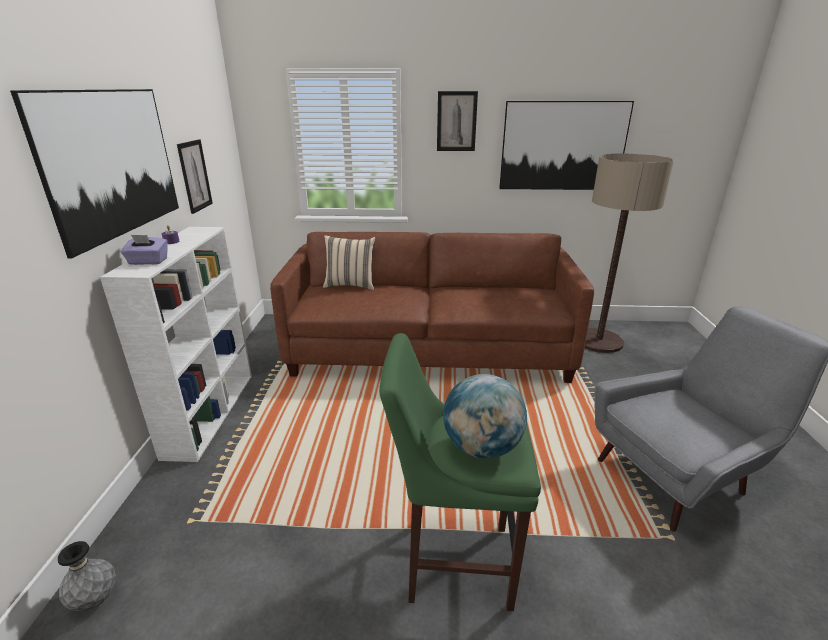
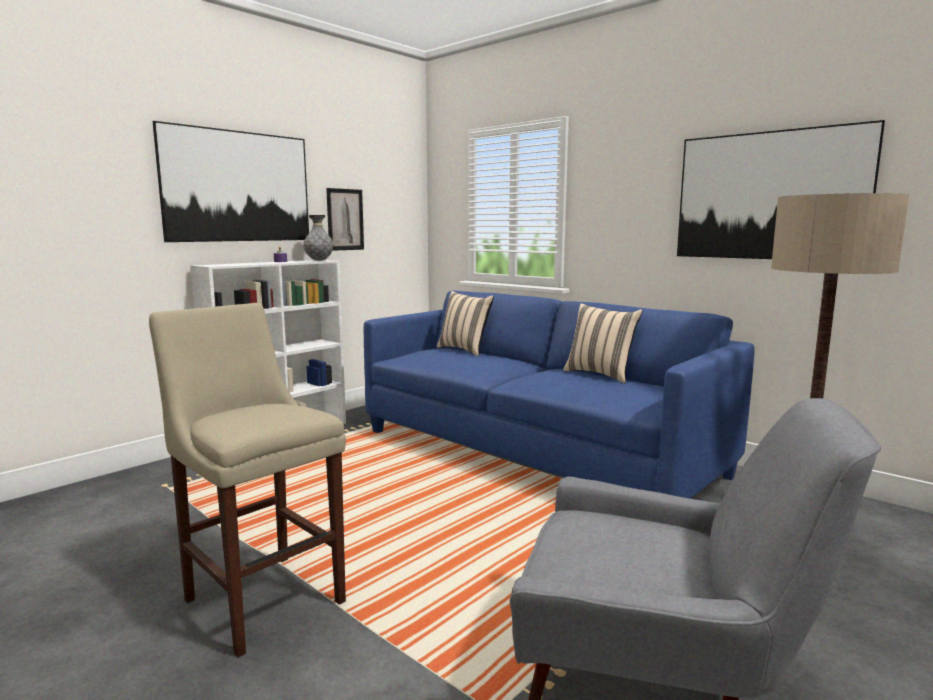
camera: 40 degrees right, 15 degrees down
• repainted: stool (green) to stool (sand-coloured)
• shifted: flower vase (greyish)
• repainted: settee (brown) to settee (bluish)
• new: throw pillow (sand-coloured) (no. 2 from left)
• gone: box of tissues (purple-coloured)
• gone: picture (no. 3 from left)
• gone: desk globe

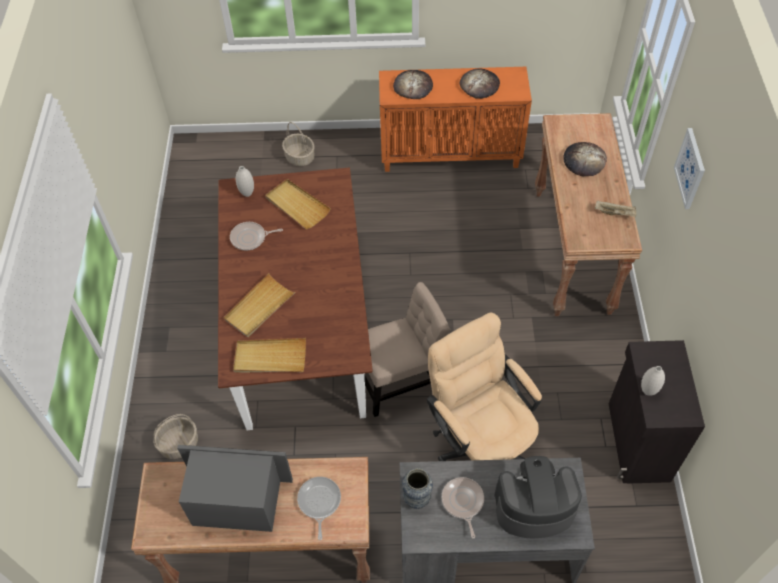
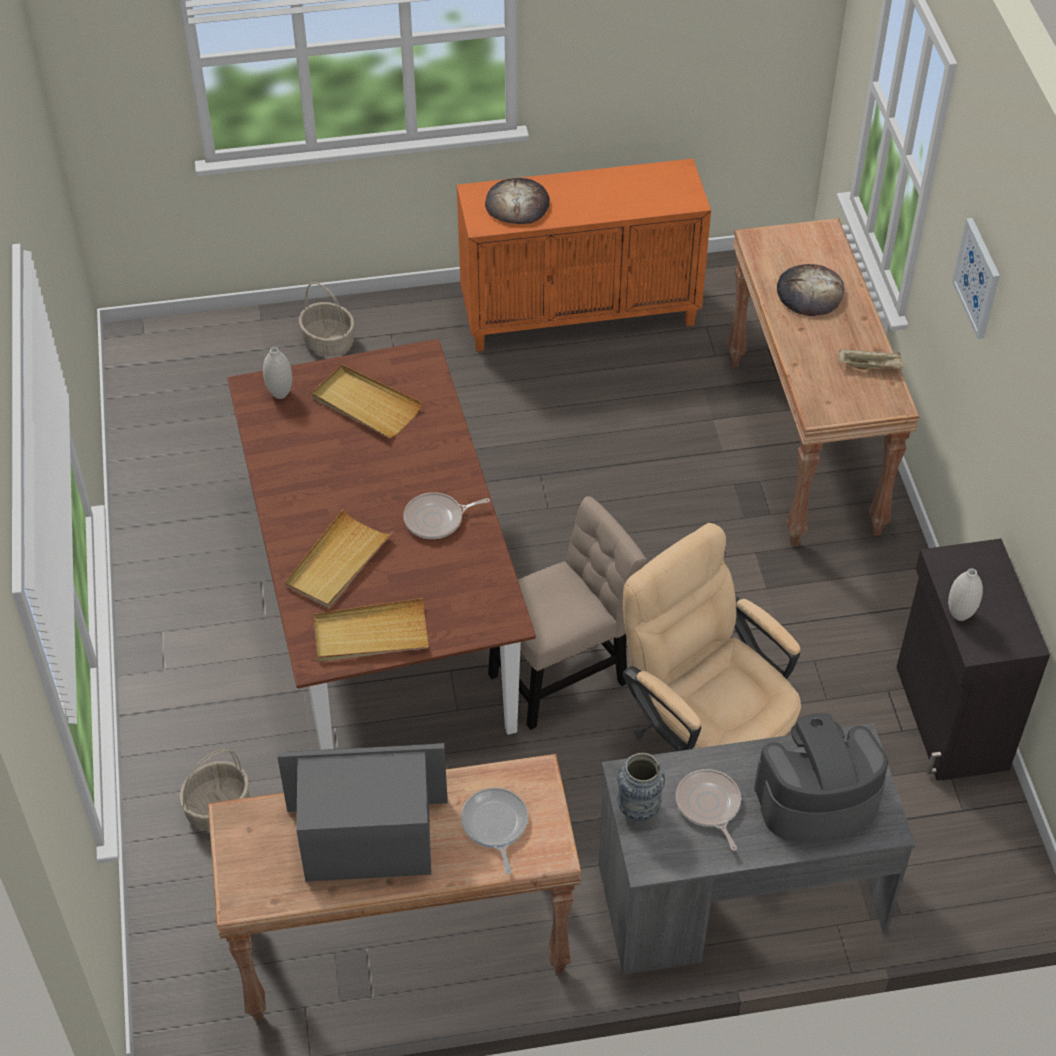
camera: 10 degrees left, 5 degrees down
• shifted: pan (no. 1 from left)
• gone: baked bread (no. 2 from left)

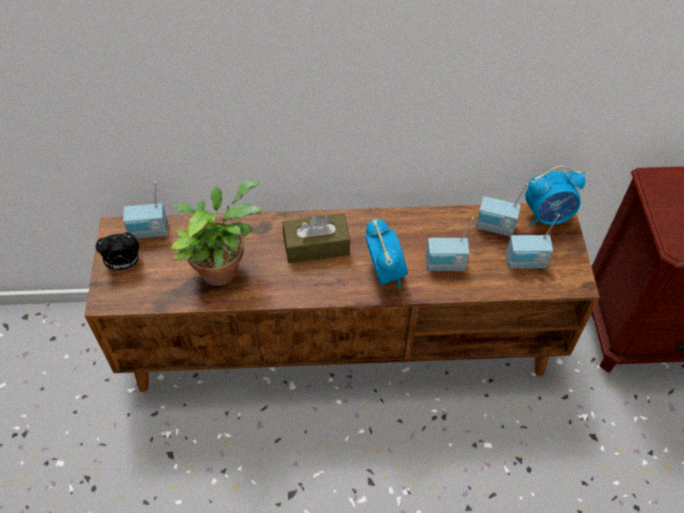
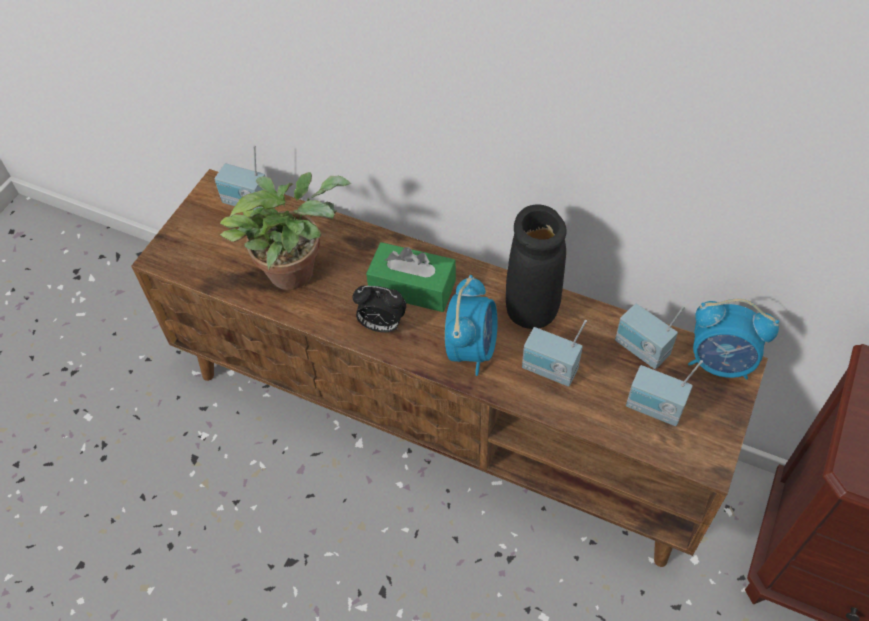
camera: 30 degrees right, 0 degrees up
• shifted: table clock (no. 1 from left)
• repainted: box of tissues (brown) to box of tissues (green)
• new: flower vase (black-coloured)

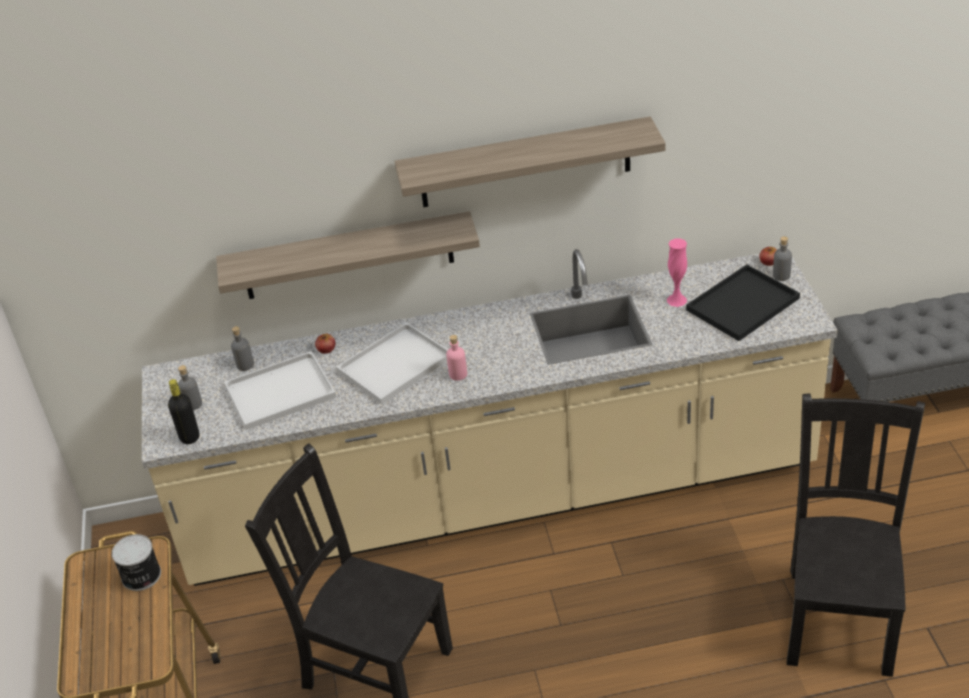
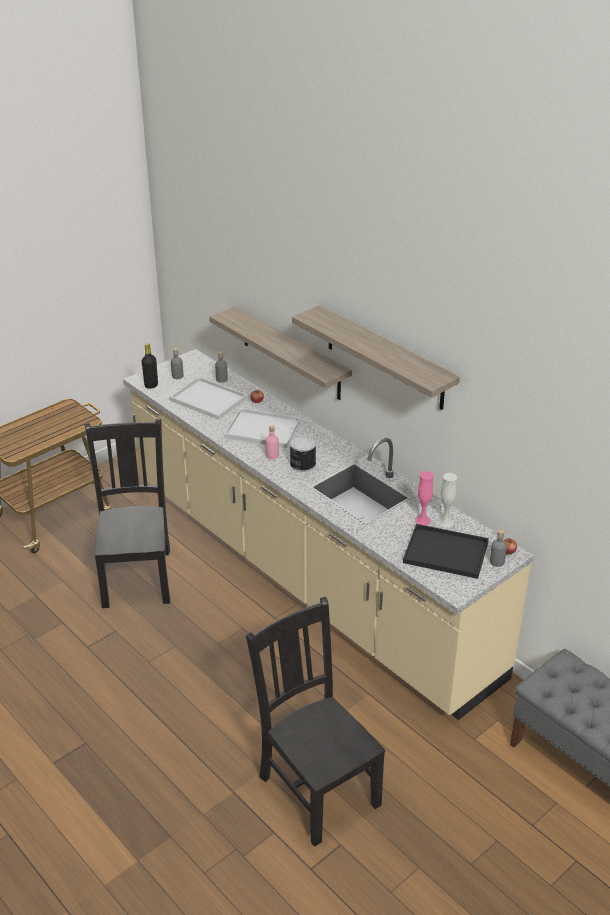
camera: 55 degrees right, 5 degrees down
• rotated: plain chair (black-coloured) (no. 2 from left) 105 degrees counterclockwise
• shifted: metal can
• new: flower vase (white-coloured)

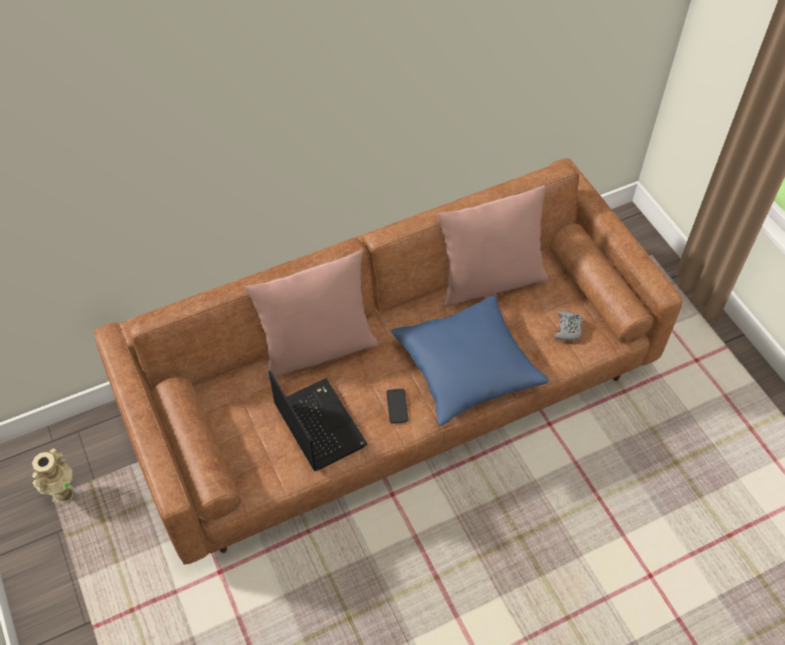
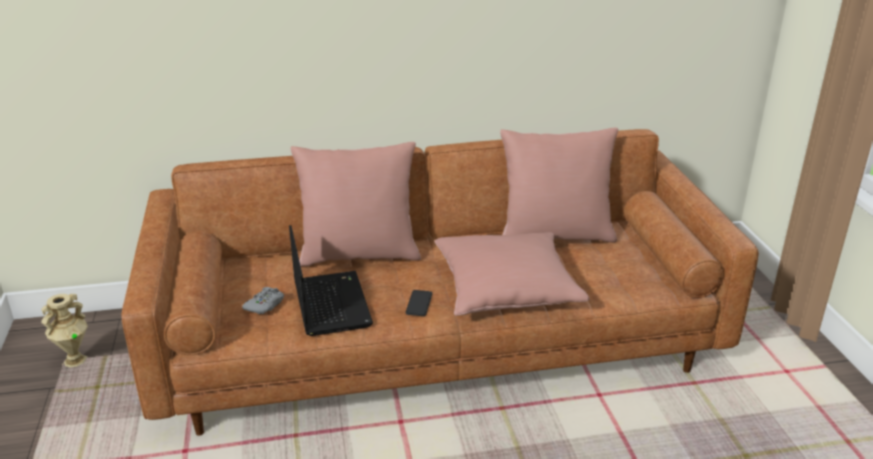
camera: 15 degrees right, 25 degrees down
• shifted: game controller (greyish)
• repainted: throw pillow (bluish) to throw pillow (pinkish) (no. 2 from left)

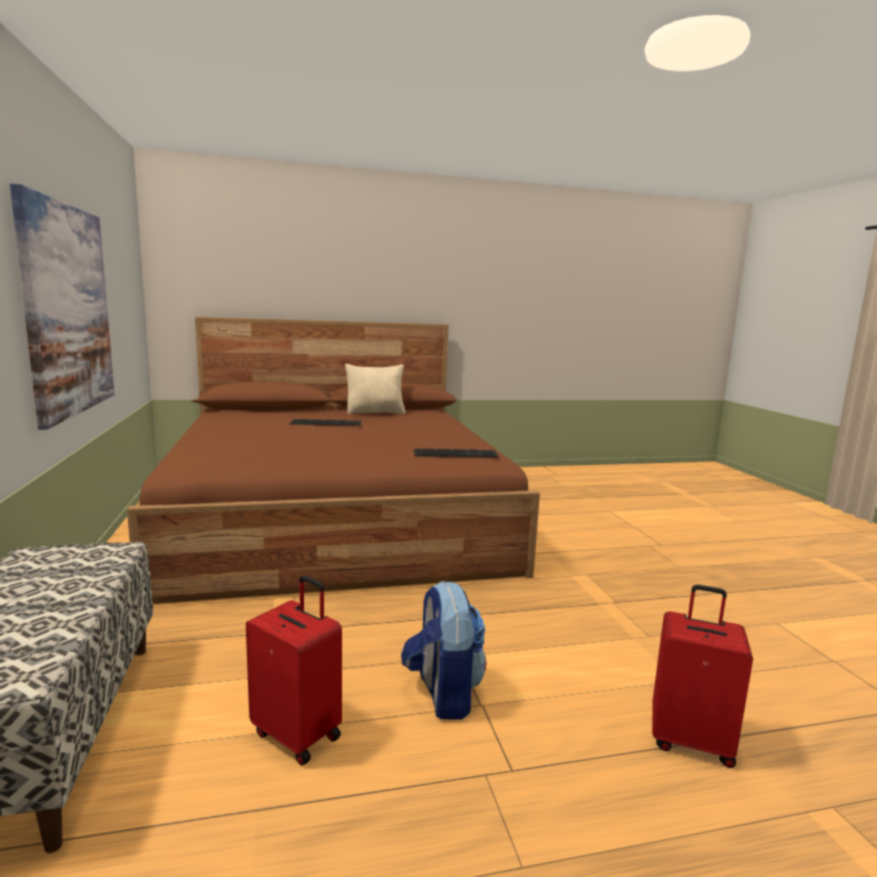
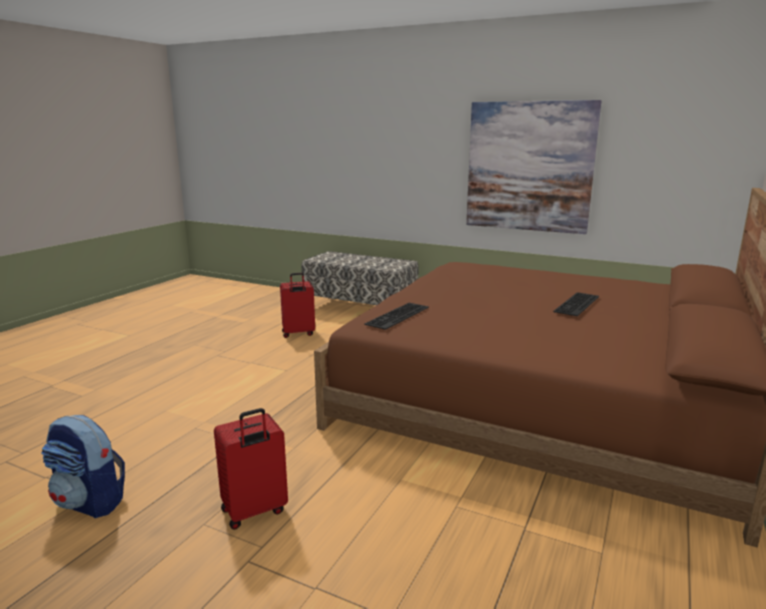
camera: 130 degrees right, 5 degrees up
• shifted: backpack
• shifted: piece of luggage (reddish) (no. 2 from left in the first image) to piece of luggage (reddish) (no. 1 from left)
• gone: throw pillow (sand-coloured)

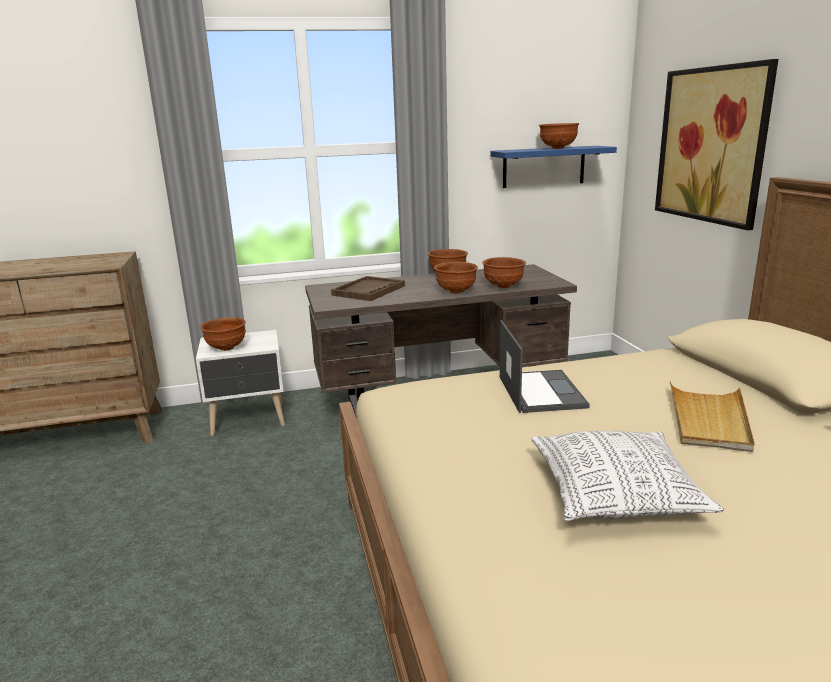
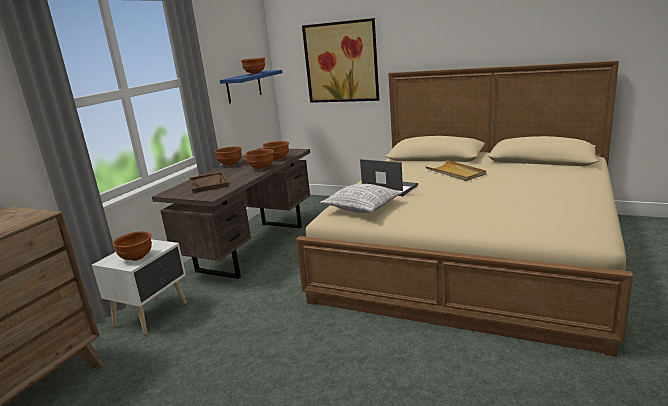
camera: 50 degrees left, 0 degrees up
• shifted: throw pillow

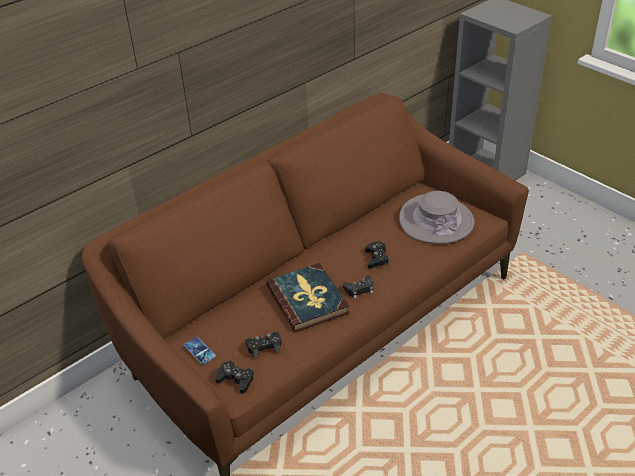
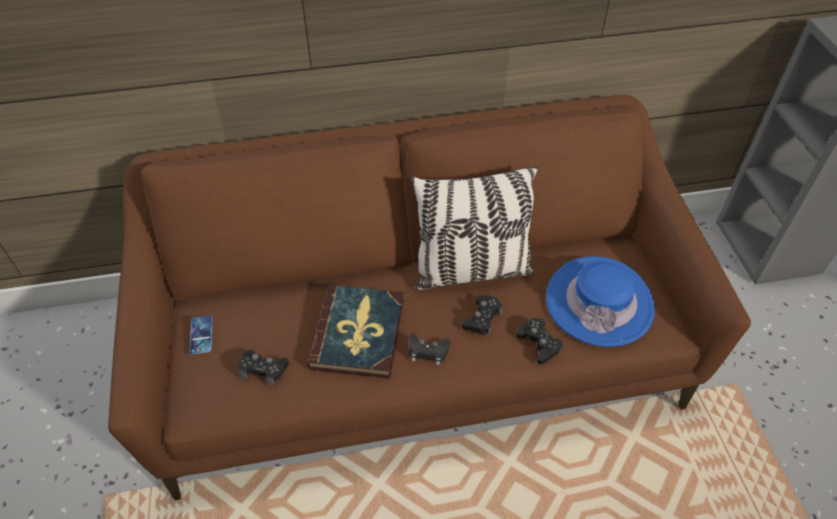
camera: 30 degrees right, 10 degrees up
• new: throw pillow
• shifted: game controller (black-coloured) (no. 1 from left in the first image) to game controller (black-coloured) (no. 4 from left)
• repainted: hat (greyish) to hat (bluish)

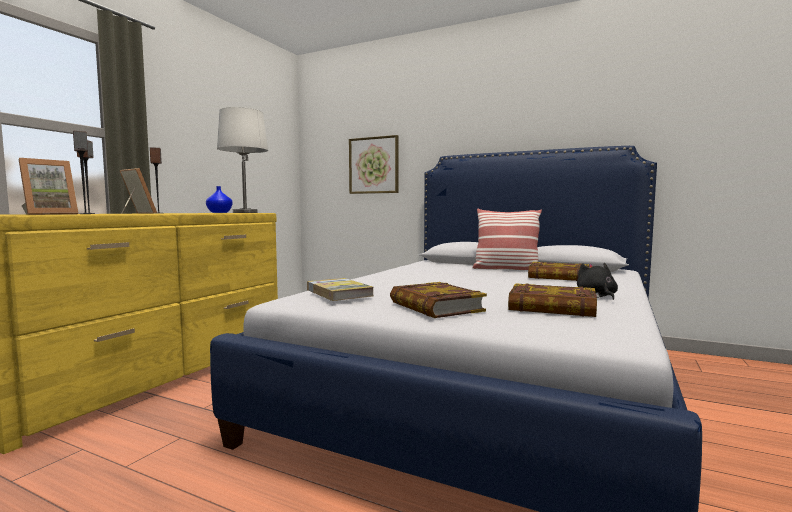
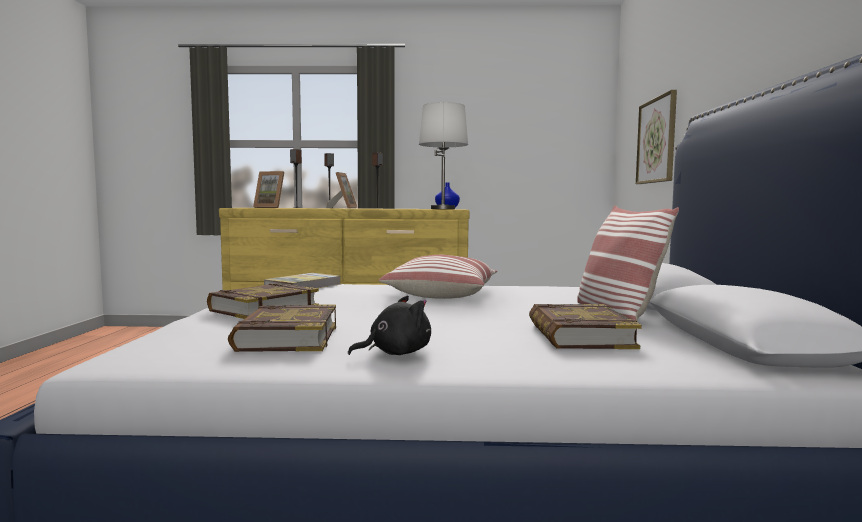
camera: 65 degrees right, 0 degrees up
• new: throw pillow (no. 1 from left)

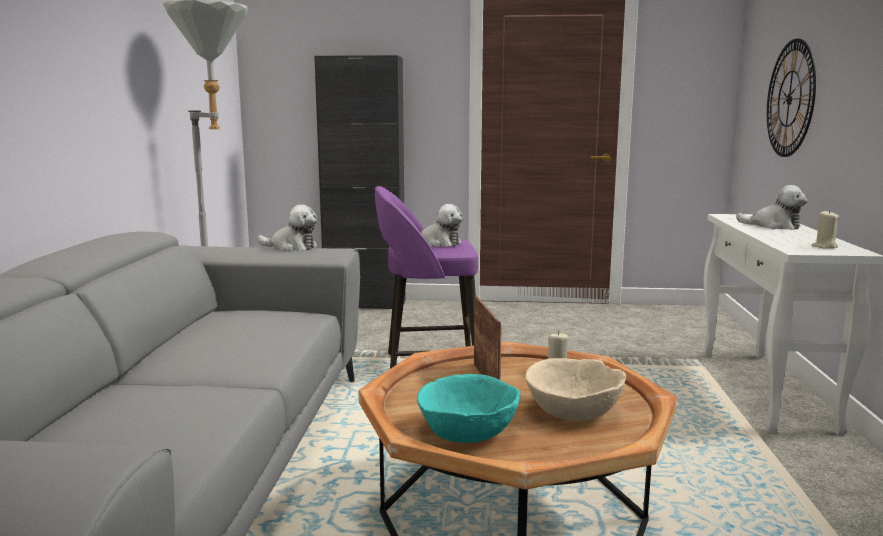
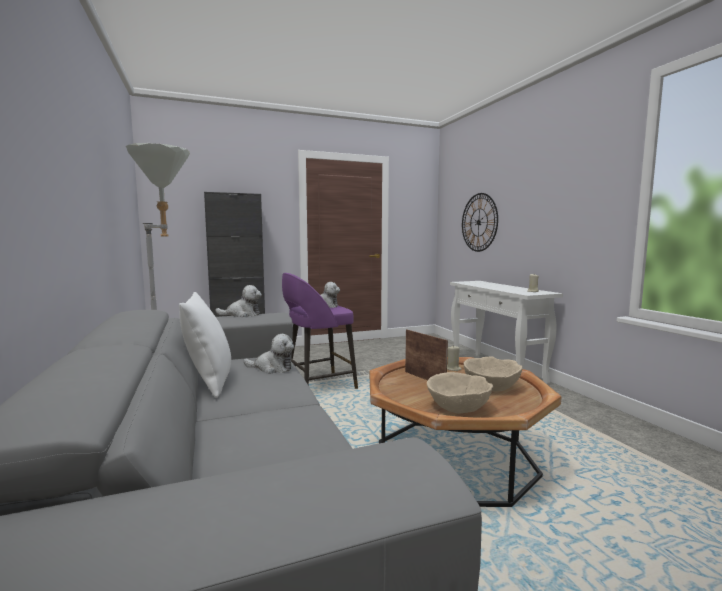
camera: 25 degrees left, 5 degrees down
• new: throw pillow (white-coloured)
• shifted: cuddly toy (no. 3 from left in the first image) to cuddly toy (no. 2 from left)
• repainted: deep dish (turquoise-coloured) to deep dish (sand-coloured) (no. 1 from left)

